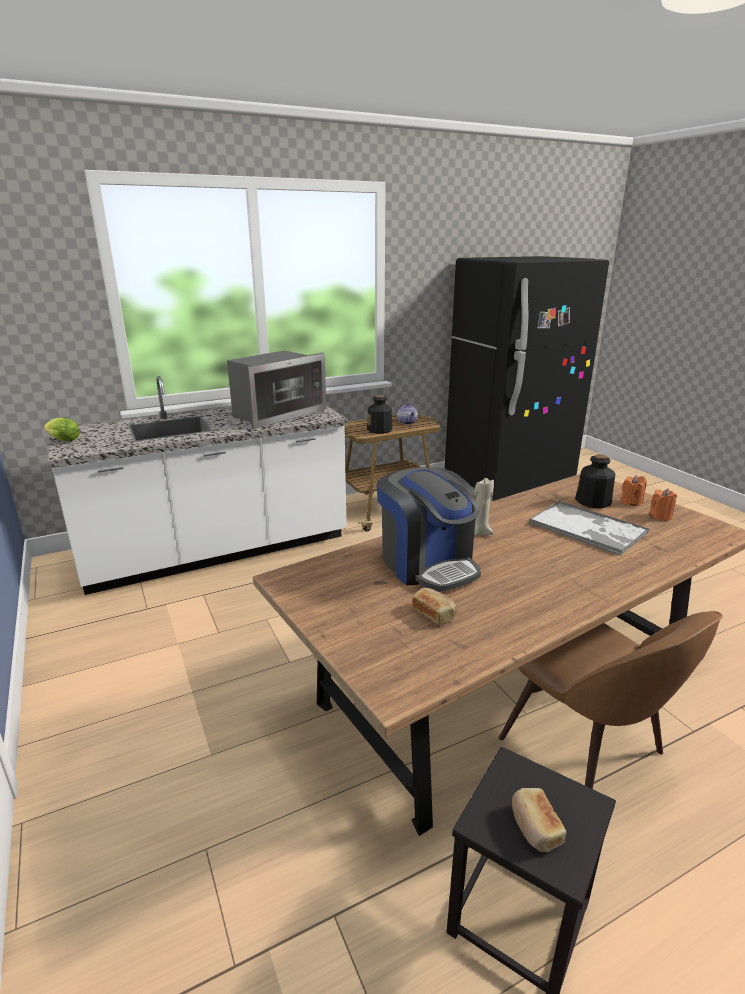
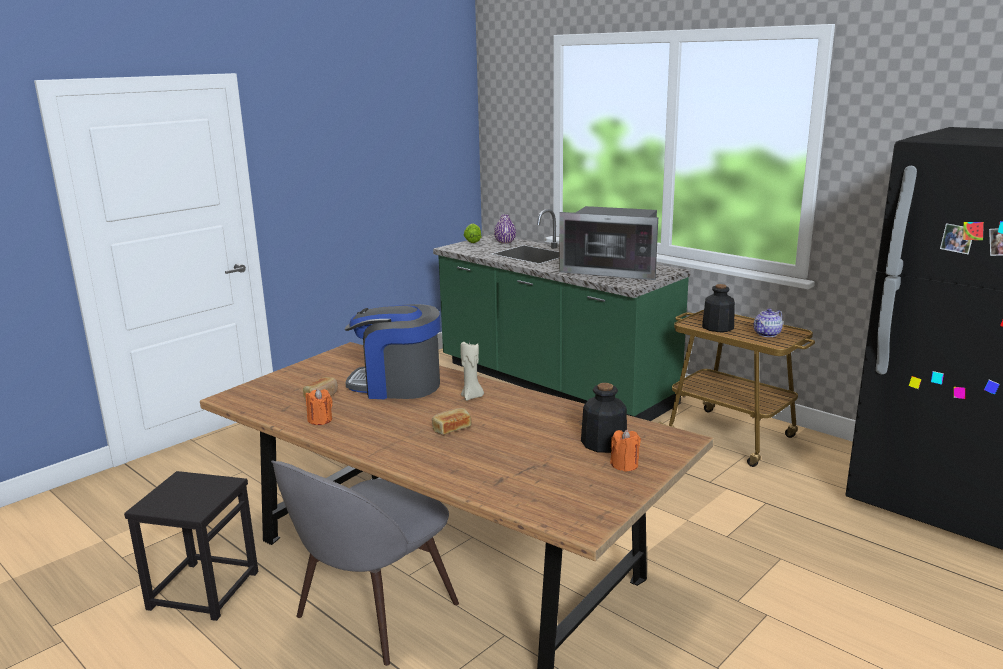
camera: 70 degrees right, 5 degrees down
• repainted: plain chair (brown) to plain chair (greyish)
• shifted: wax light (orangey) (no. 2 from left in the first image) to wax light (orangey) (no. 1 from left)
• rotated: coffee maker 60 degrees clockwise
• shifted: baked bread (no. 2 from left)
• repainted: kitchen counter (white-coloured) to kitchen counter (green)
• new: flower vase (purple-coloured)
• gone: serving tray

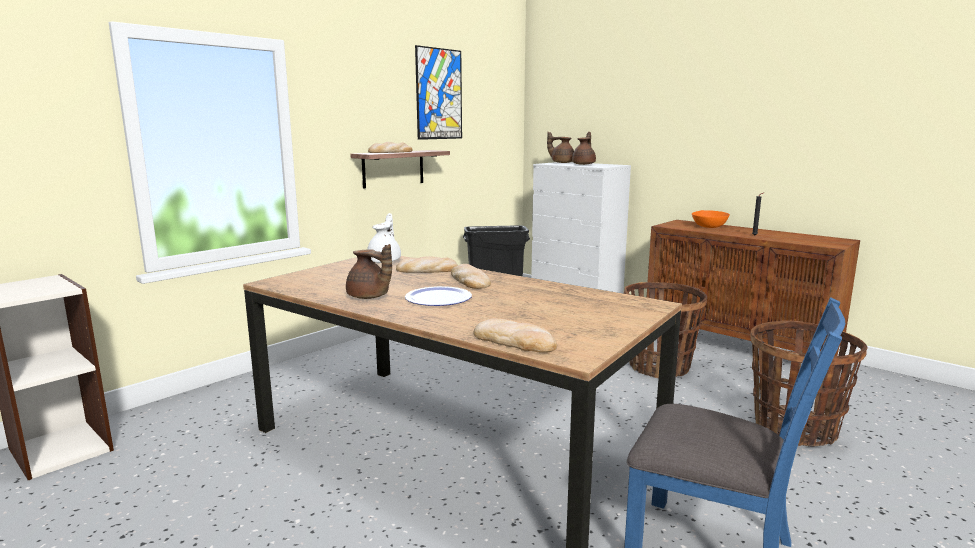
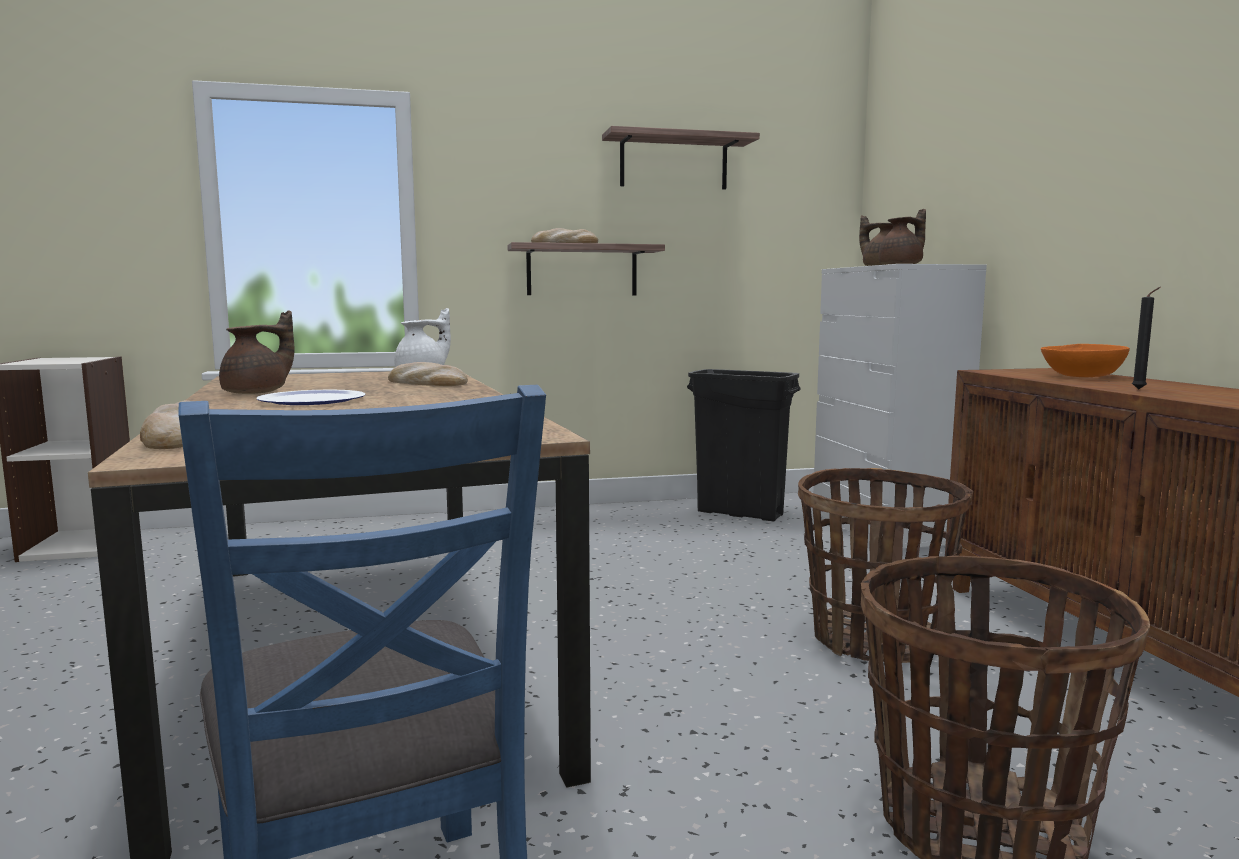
camera: 35 degrees right, 5 degrees down
• rotated: pot for tea (brown) (no. 1 from left) 120 degrees counterclockwise
• swapped: picture to wall shelf (no. 2 from left)
• gone: baked bread (no. 3 from left)

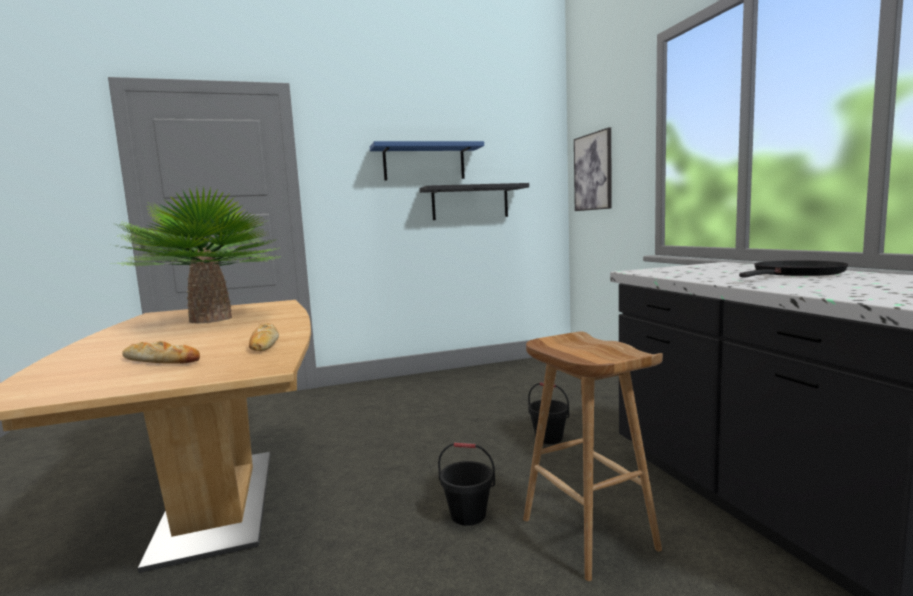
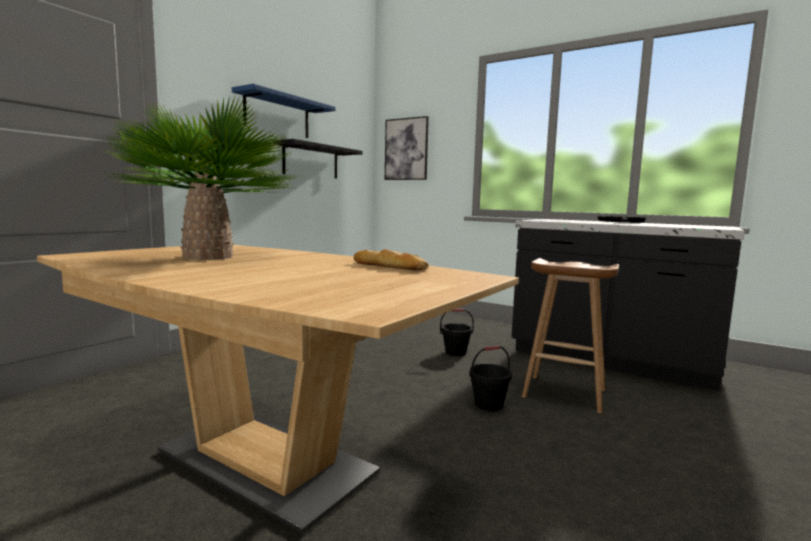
camera: 40 degrees left, 0 degrees up
• gone: baked bread (no. 1 from left)

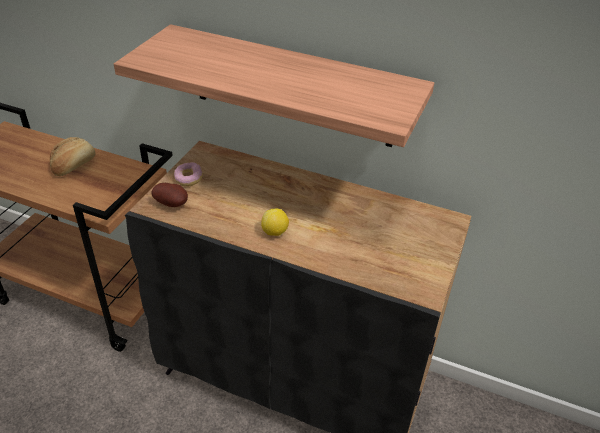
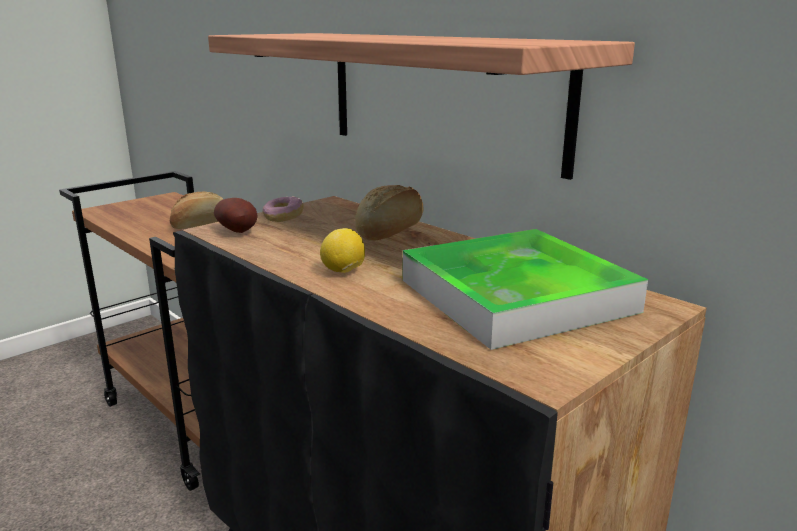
camera: 25 degrees right, 20 degrees down
• new: baked bread (no. 2 from left)
• new: serving tray

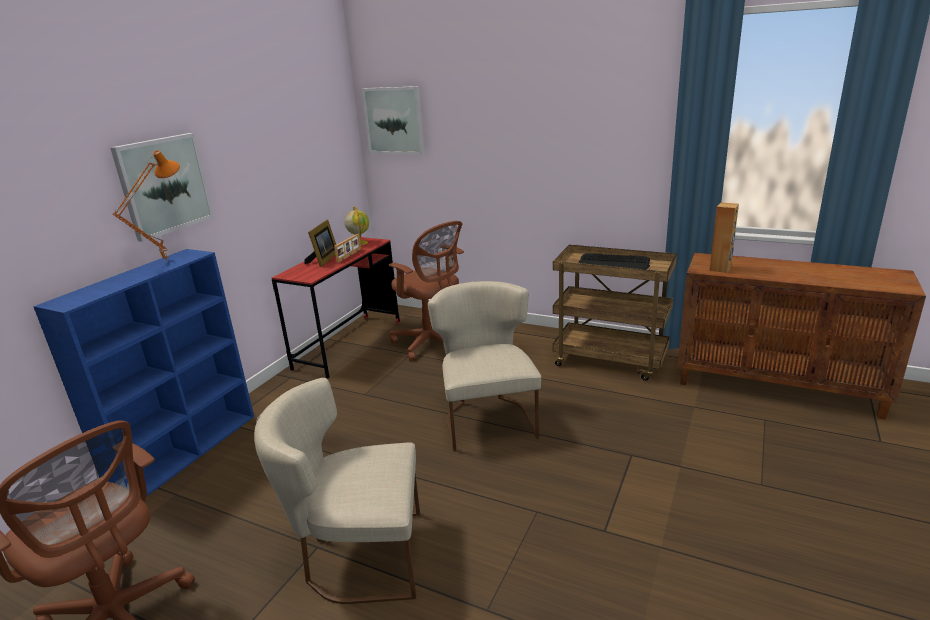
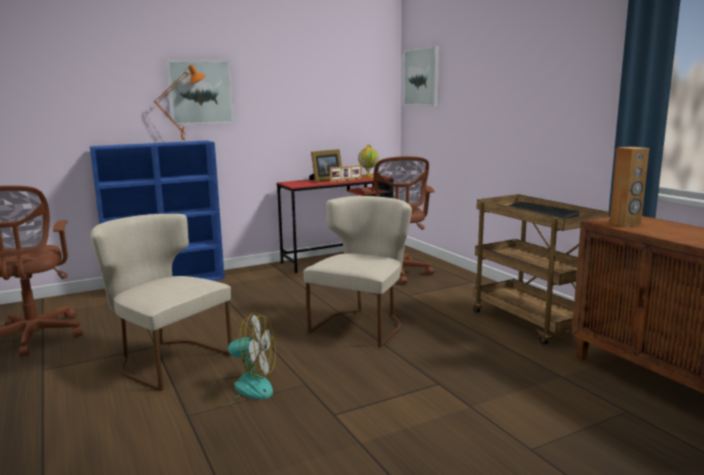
camera: 35 degrees right, 10 degrees down
• new: fan

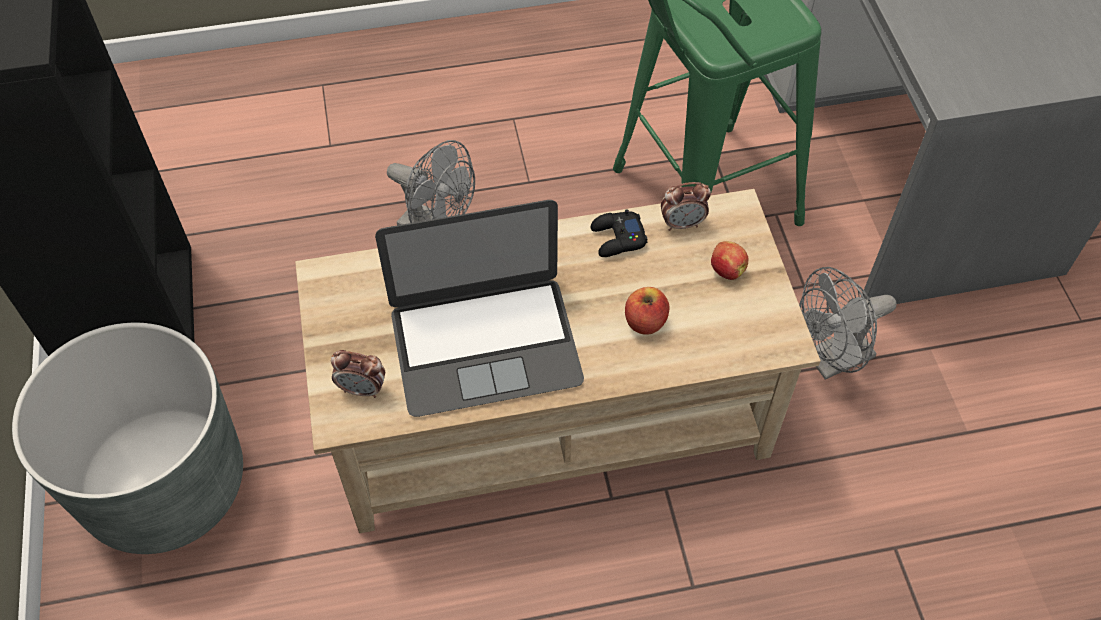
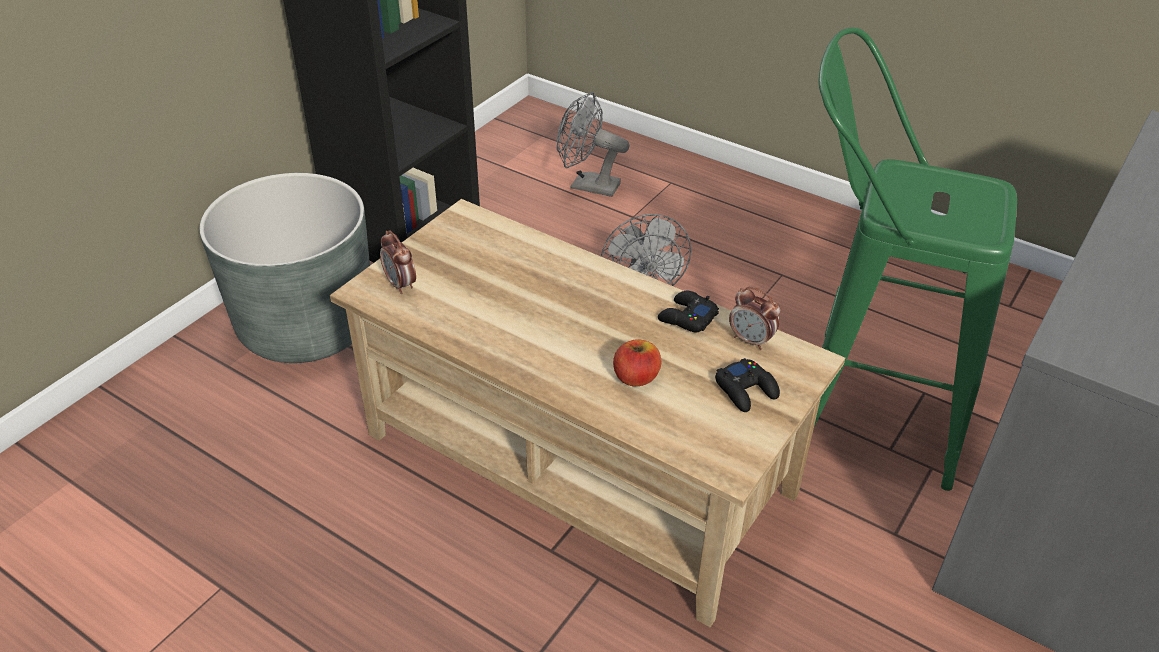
camera: 45 degrees right, 15 degrees down
• shifted: fan (greyish) (no. 2 from left in the first image) to fan (greyish) (no. 1 from left)
• swapped: apple fruit (no. 2 from left) to game controller (black-coloured) (no. 2 from left)
• gone: laptop

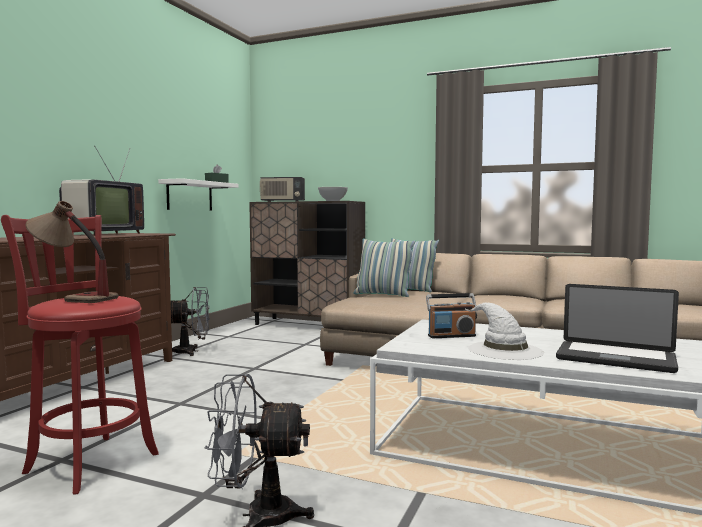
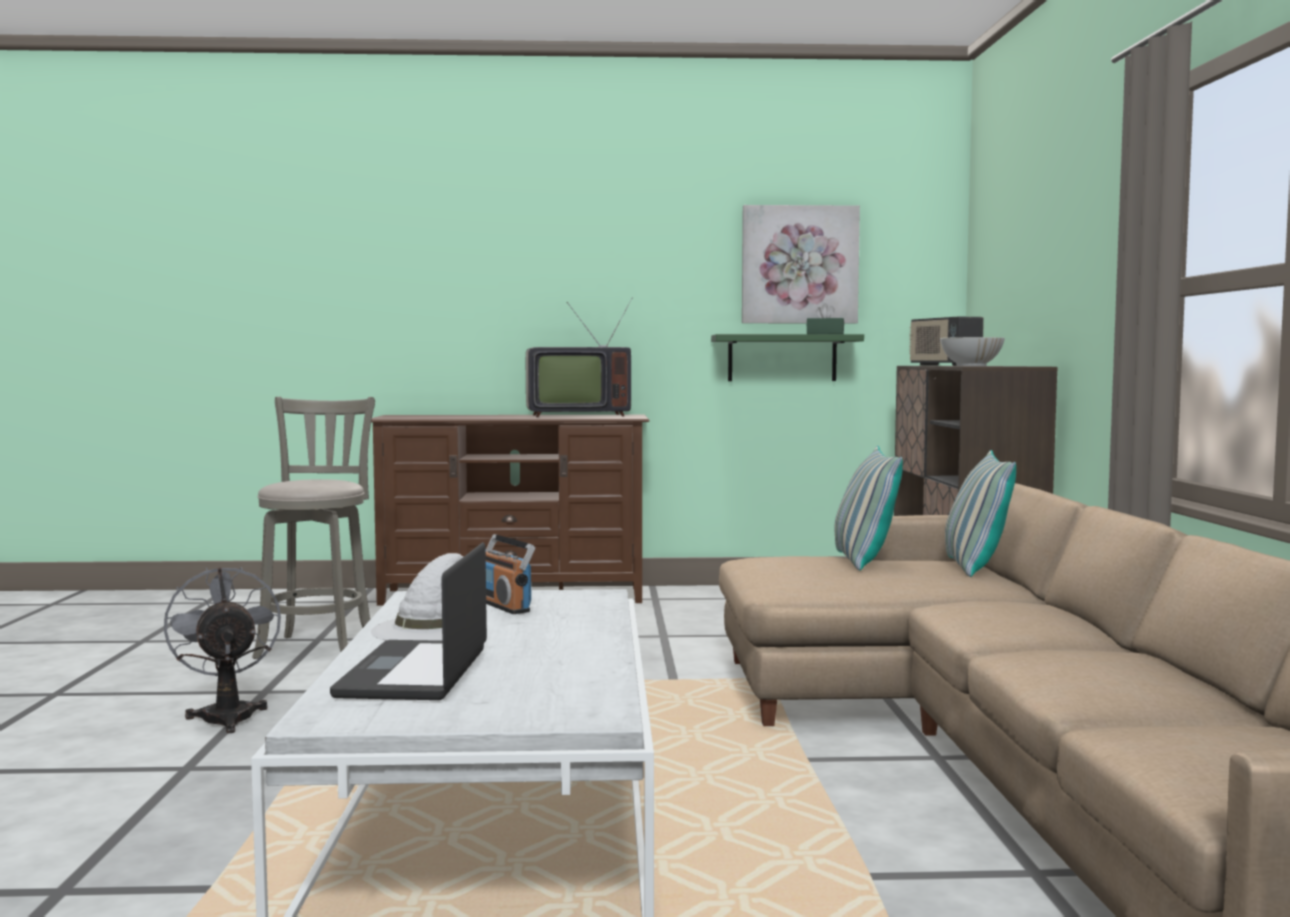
camera: 65 degrees right, 0 degrees up
• repainted: stool (reddish) to stool (greyish)
• repainted: wall shelf (white-coloured) to wall shelf (green)
• new: picture
• gone: lamp for a table
• gone: fan (greyish) (no. 1 from left)

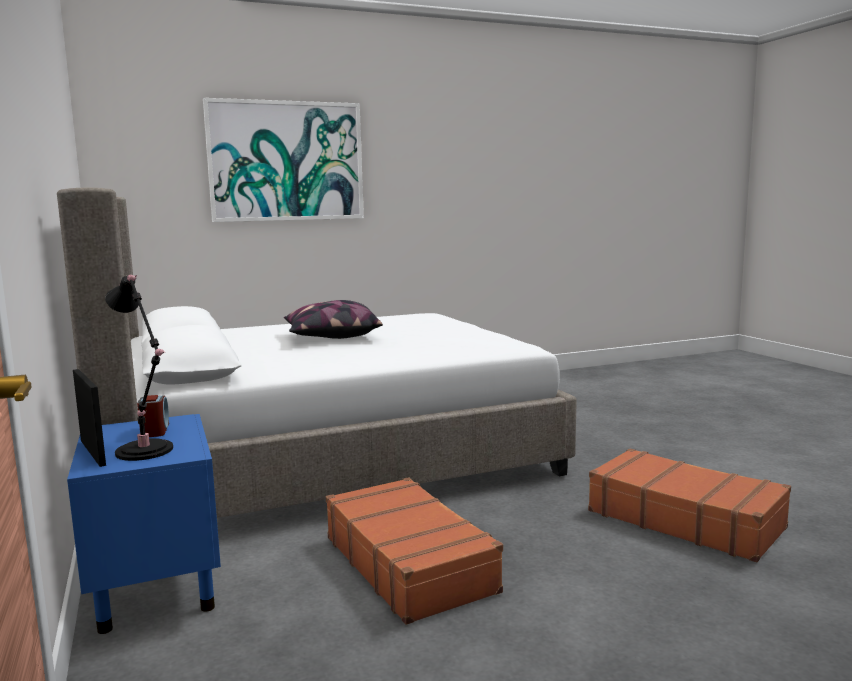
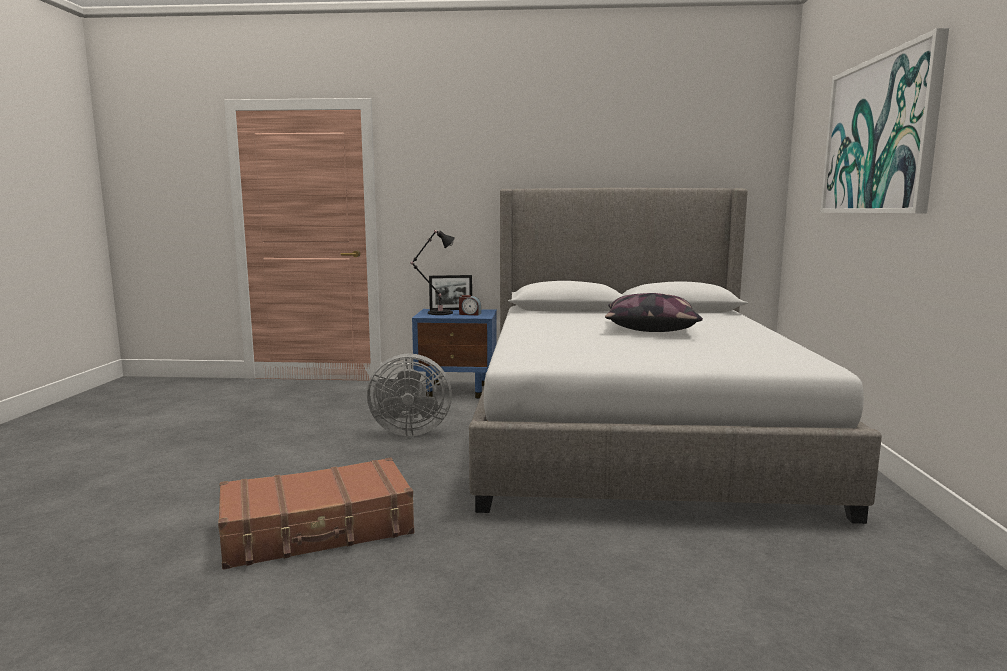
camera: 115 degrees right, 0 degrees up
• swapped: piece of luggage (brown) (no. 1 from left) to fan (greyish)

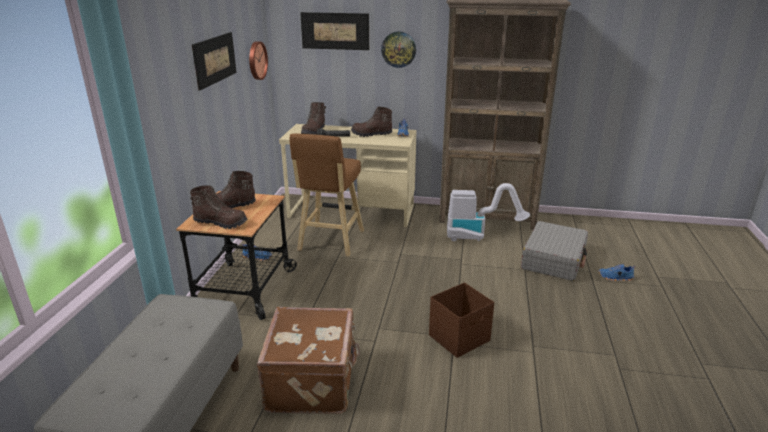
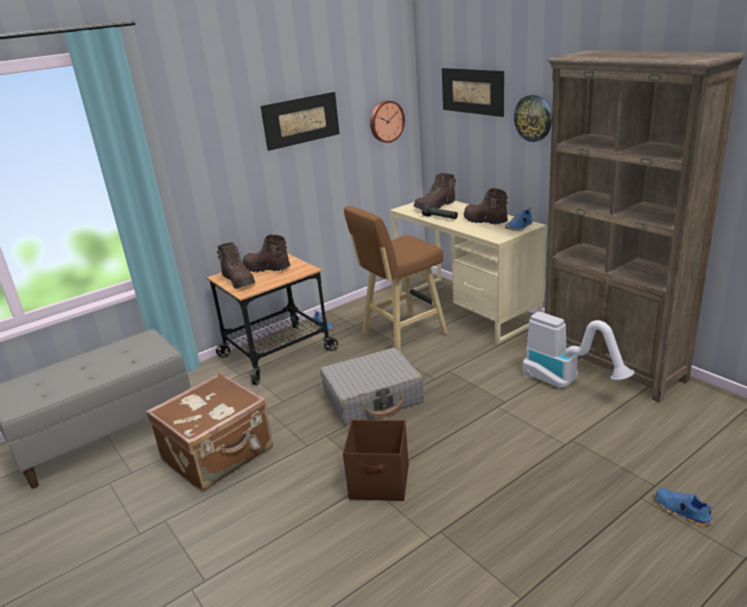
camera: 45 degrees right, 0 degrees up
• shifted: piece of luggage (greyish)

